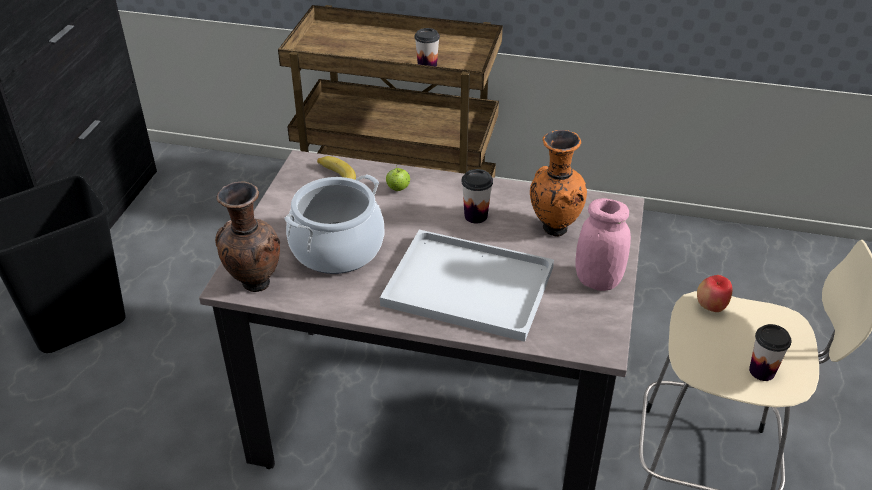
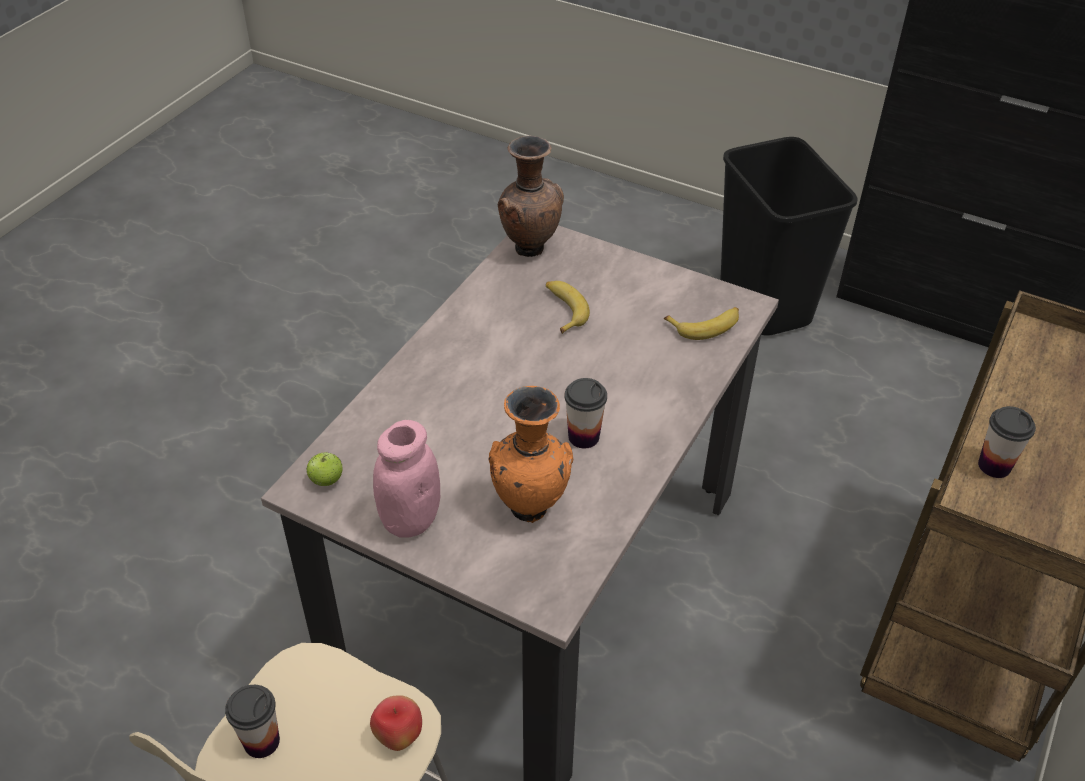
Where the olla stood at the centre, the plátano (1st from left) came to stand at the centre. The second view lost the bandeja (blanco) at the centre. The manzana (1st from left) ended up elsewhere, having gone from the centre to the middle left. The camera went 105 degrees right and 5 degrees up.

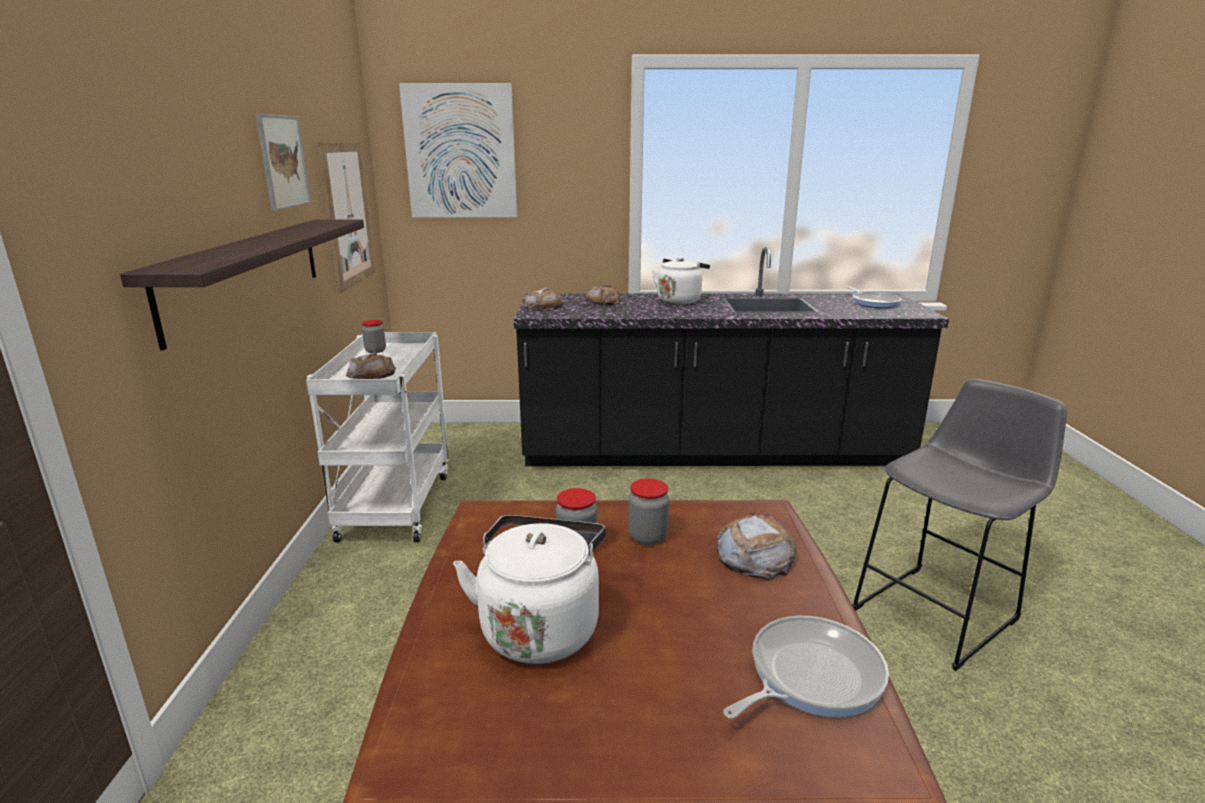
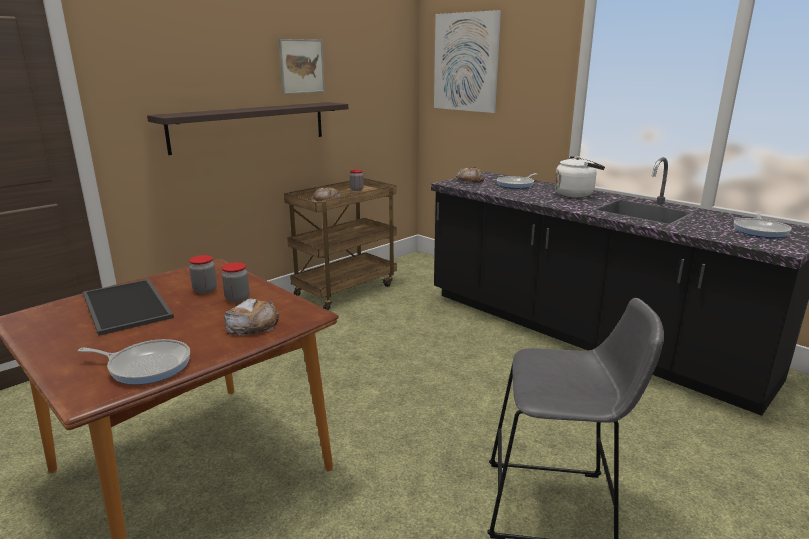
What was the carrito (blanco) at the middle left turned into the carrito (marrón) at the centre. The second view lost the cuadro (2nd from left) at the top left. Where the hervidor (blanco) (1st from left) stood at the bottom centre, the bandeja came to stand at the middle left. Where the pan (3rd from left) stood at the centre, the sartén (2nd from left) came to stand at the centre. The camera went 45 degrees right and 0 degrees up.

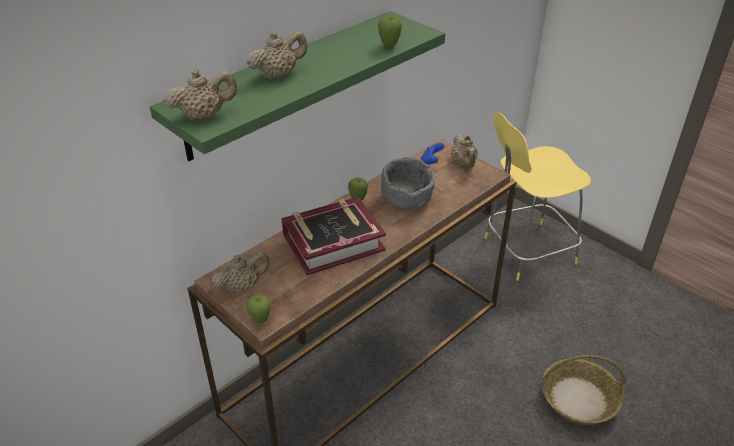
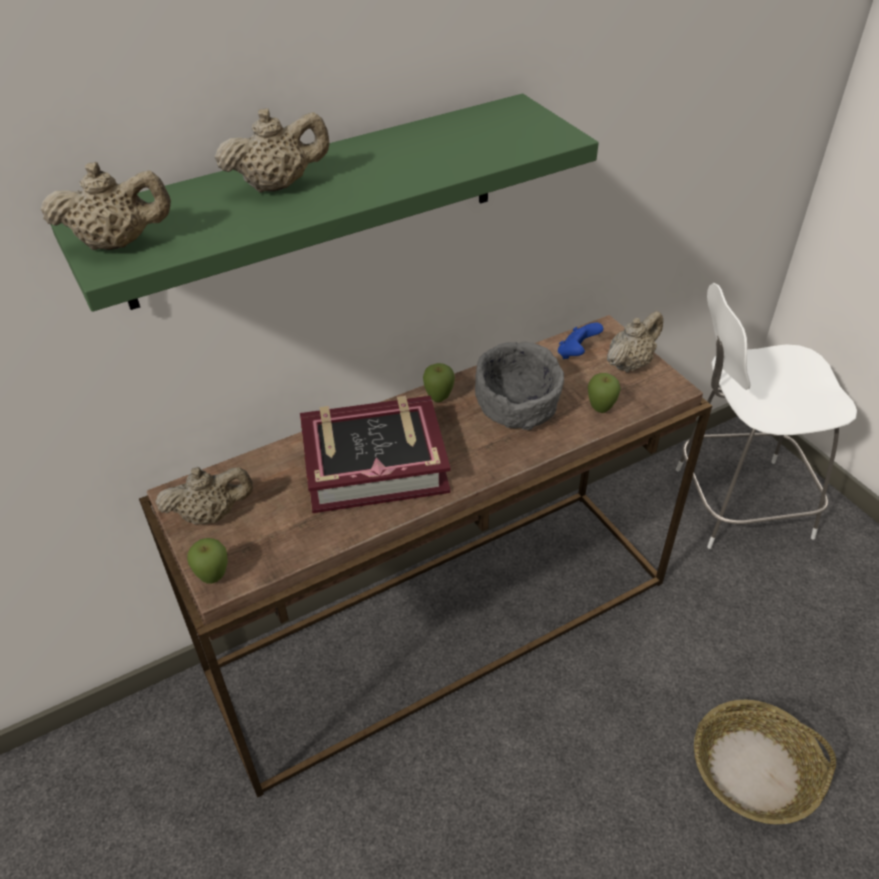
The manzana (3rd from left) ended up elsewhere, having gone from the top centre to the middle right. The tetera (beis) (4th from left) at the centre ended up facing another way, 135 degrees counterclockwise from before. What was the taburete (amarillo) at the middle right turned into the taburete (blanco) at the middle right. The camera went 15 degrees right and 5 degrees up.

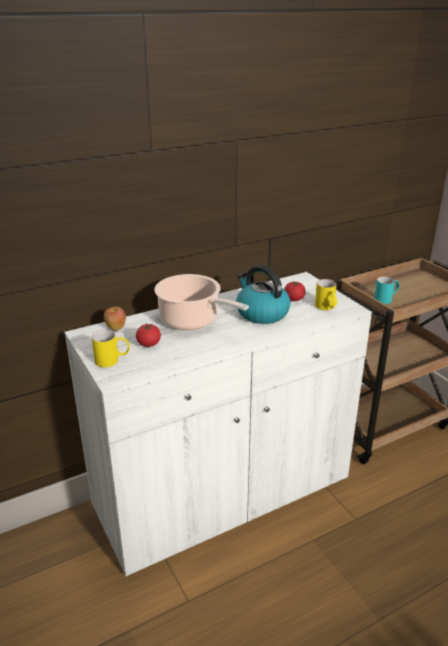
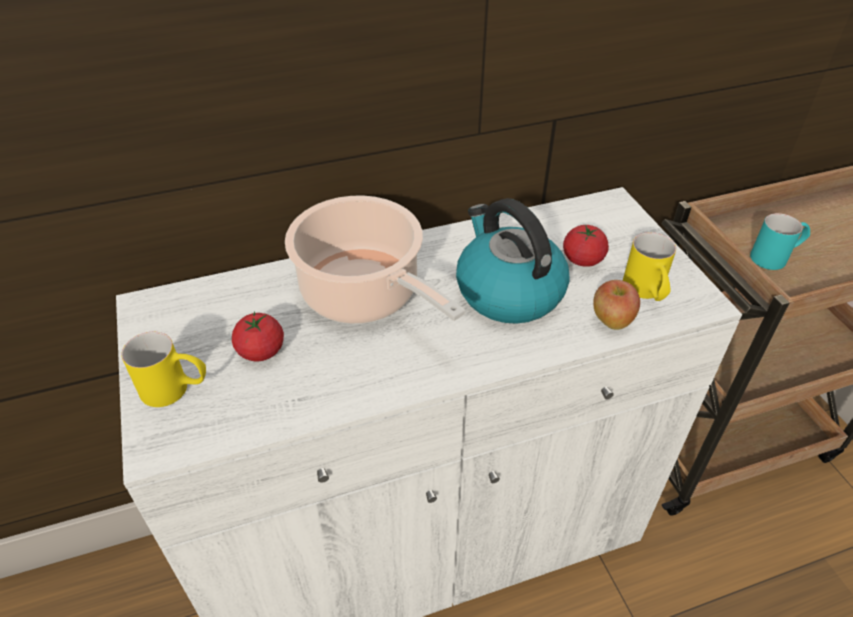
The manzana ended up elsewhere, having gone from the middle left to the middle right. The camera went 10 degrees right and 15 degrees up.

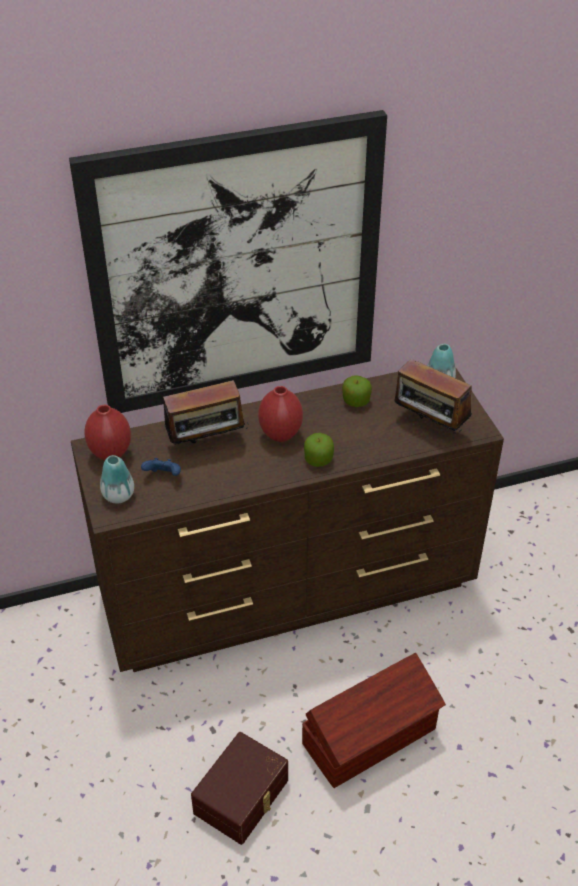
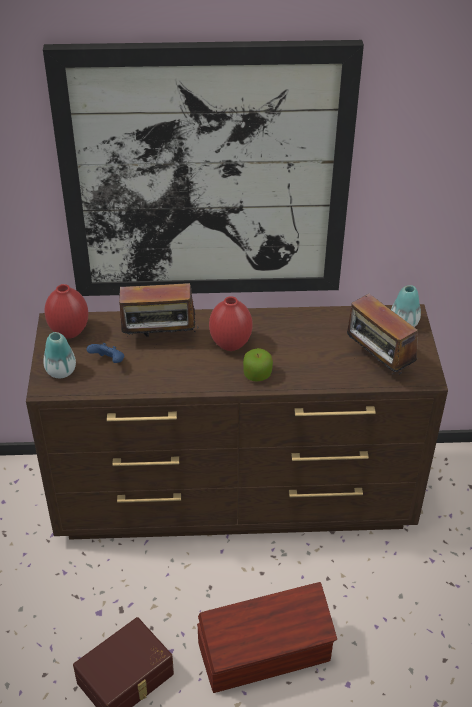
The second view lost the manzana (2nd from left) at the centre. The camera went 15 degrees right and 0 degrees up.

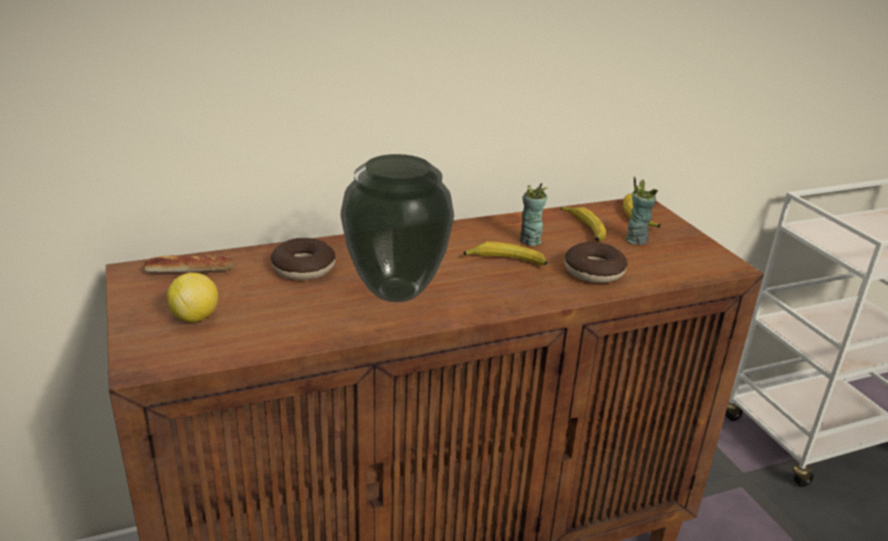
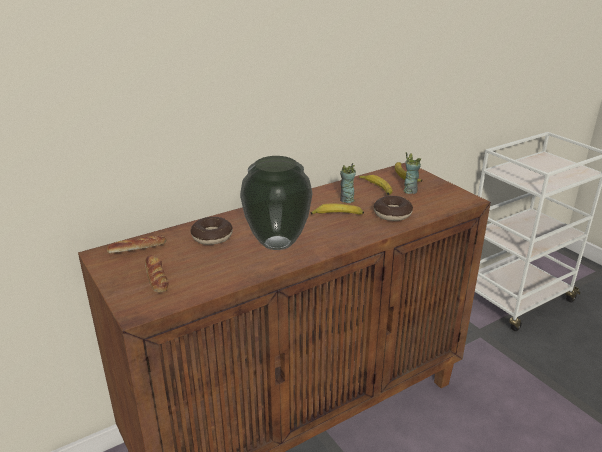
Where the limón stood at the middle left, the pan (2nd from left) came to stand at the middle left. The camera went 10 degrees left and 0 degrees up.

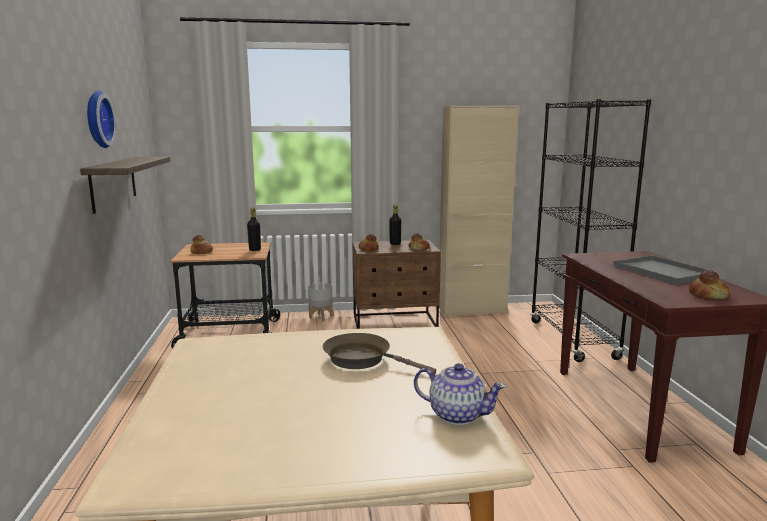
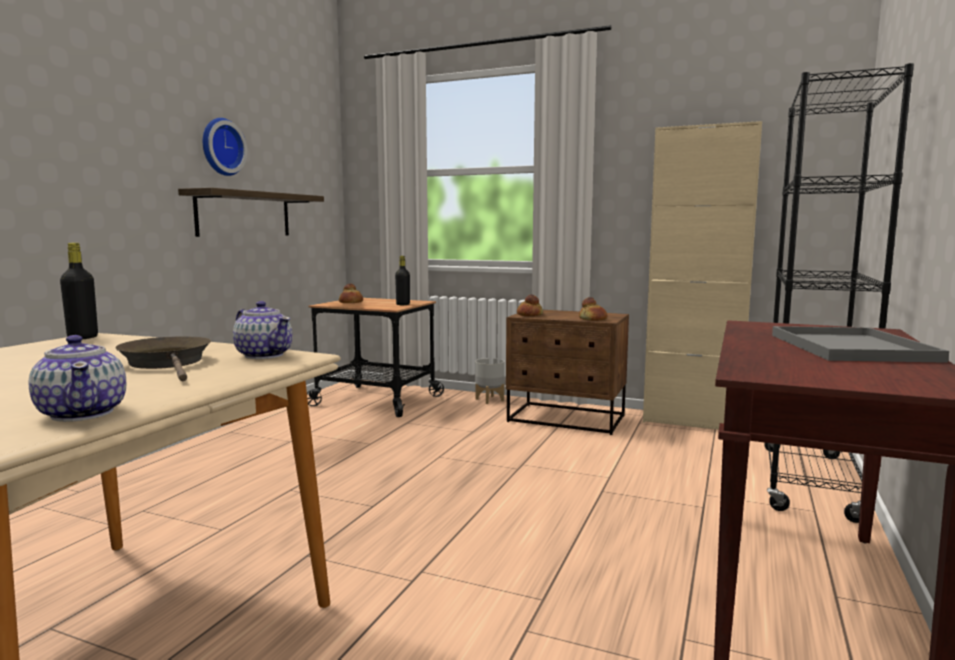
The botella (negro) (2nd from left in the first image) ended up elsewhere, having gone from the centre to the middle left. The second view lost the pan (4th from left) at the middle right. The second view gained the tetera (2nd from left) at the middle left. The camera went 30 degrees right and 5 degrees down.

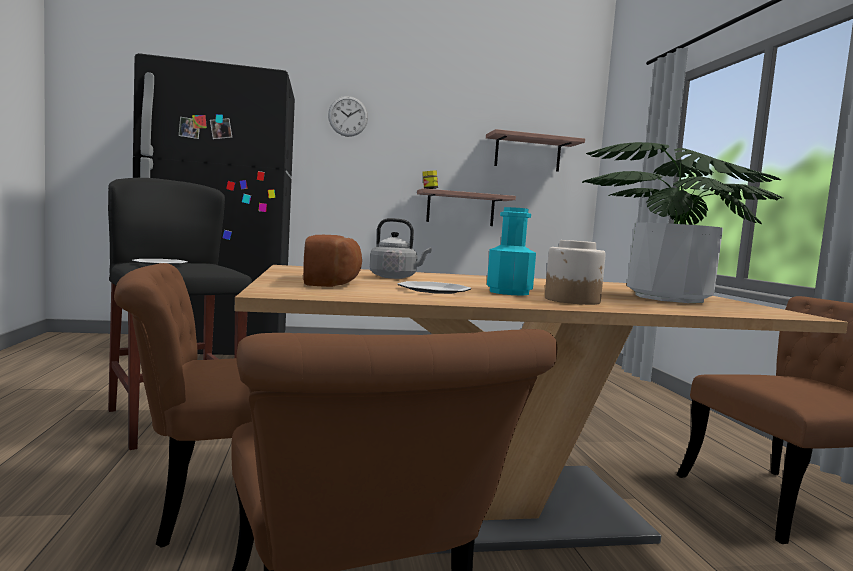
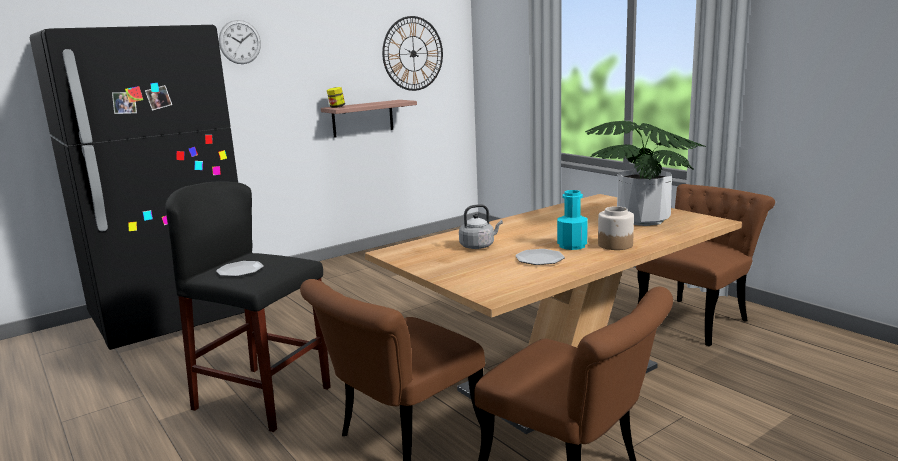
The second view lost the pan at the centre. Where the estante (2nd from left) hung at the top centre, the reloj de pared (2nd from left) came to hang at the top centre. The camera went 25 degrees left and 10 degrees up.

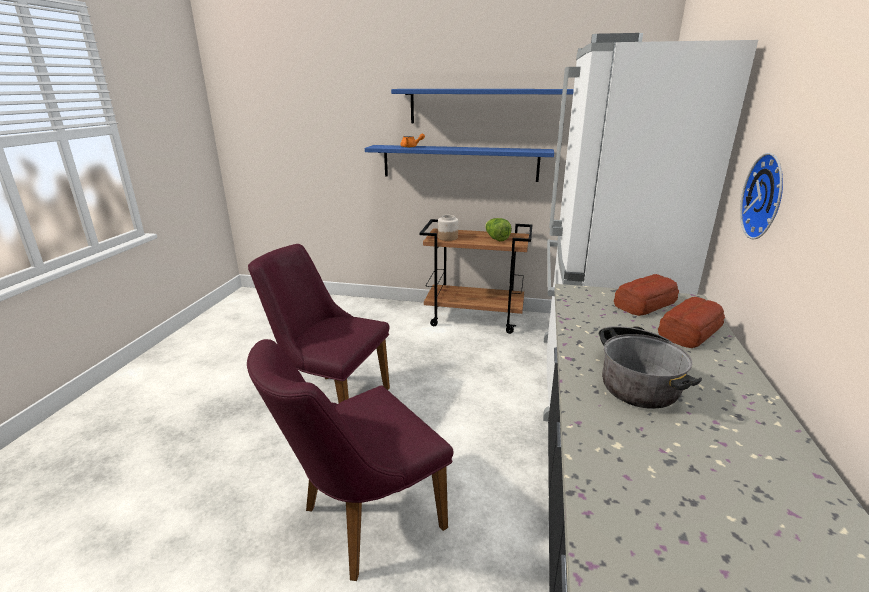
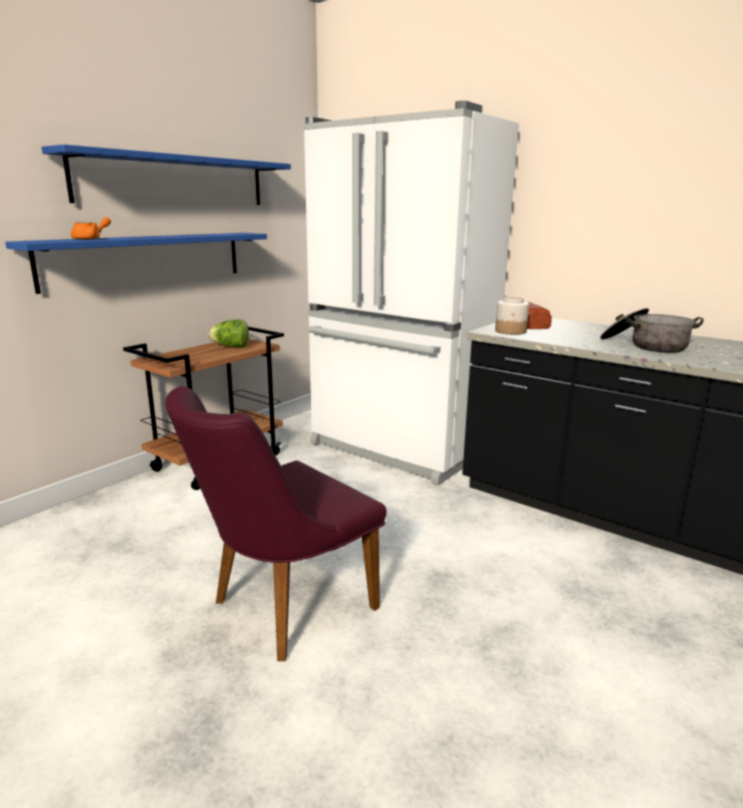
The second view lost the silla (morado) (2nd from left) at the bottom centre. The tarro ended up elsewhere, having gone from the centre to the middle right. The second view lost the pan (2nd from left) at the middle right. The second view lost the reloj de pared at the top right. The camera went 65 degrees left and 5 degrees down.

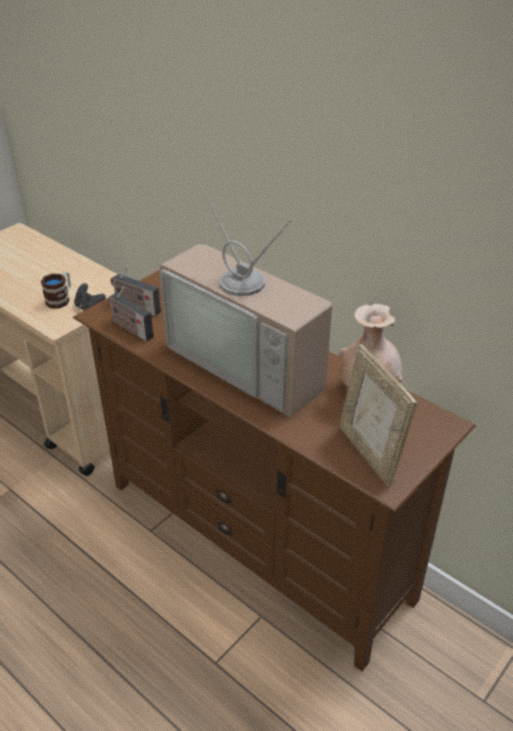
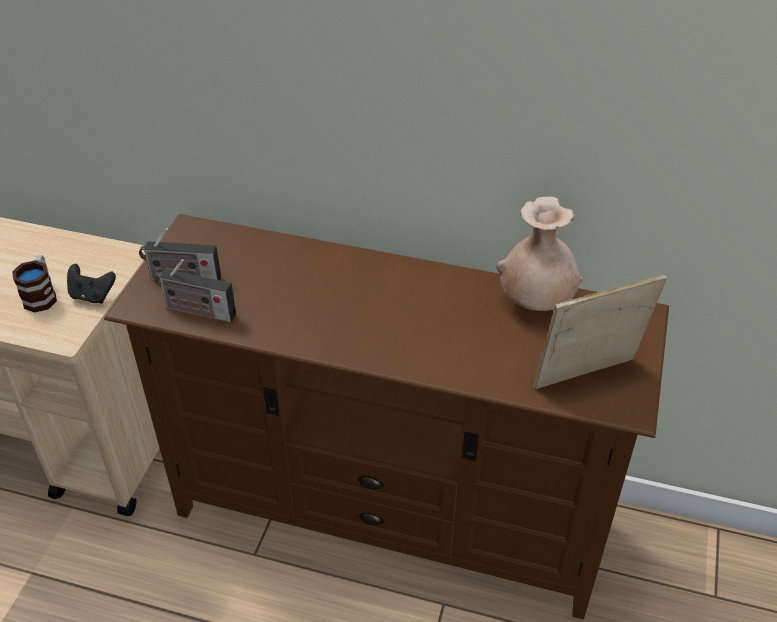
The second view lost the televisor at the centre. The portarretratos at the middle right ended up facing another way, 120 degrees clockwise from before. The camera went 25 degrees left and 5 degrees up.

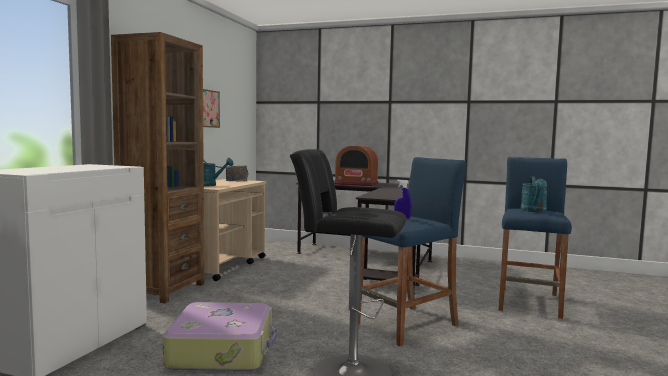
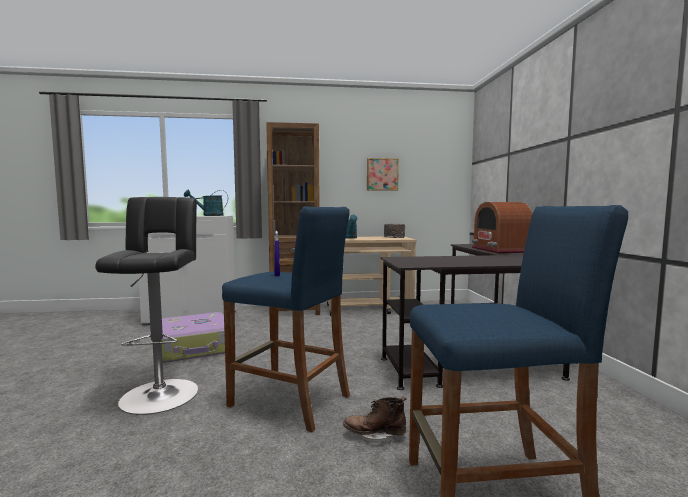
The regadera (turquesa) (2nd from left in the first image) ended up elsewhere, having gone from the middle right to the middle left. The second view gained the bota (marrón) at the bottom centre. The camera went 65 degrees right and 0 degrees up.

